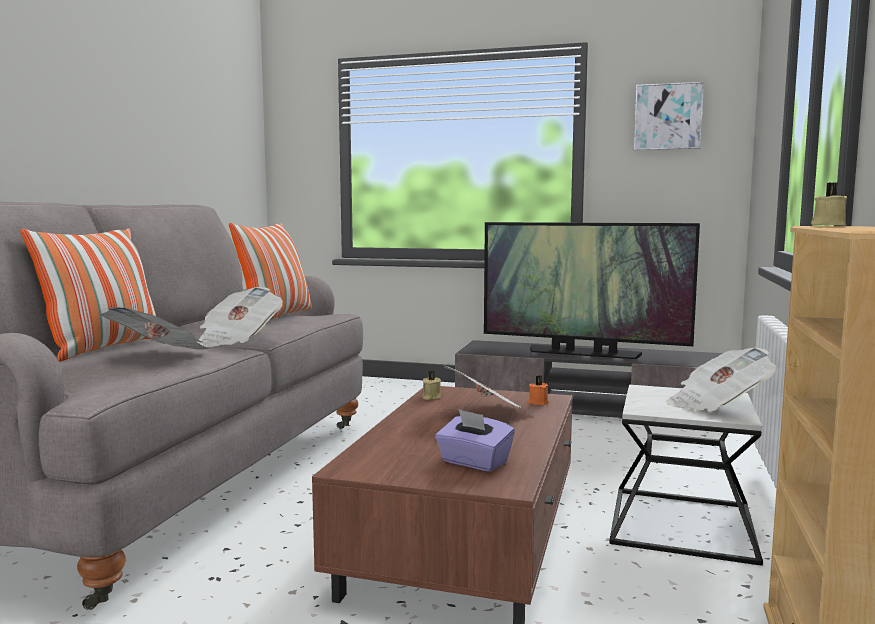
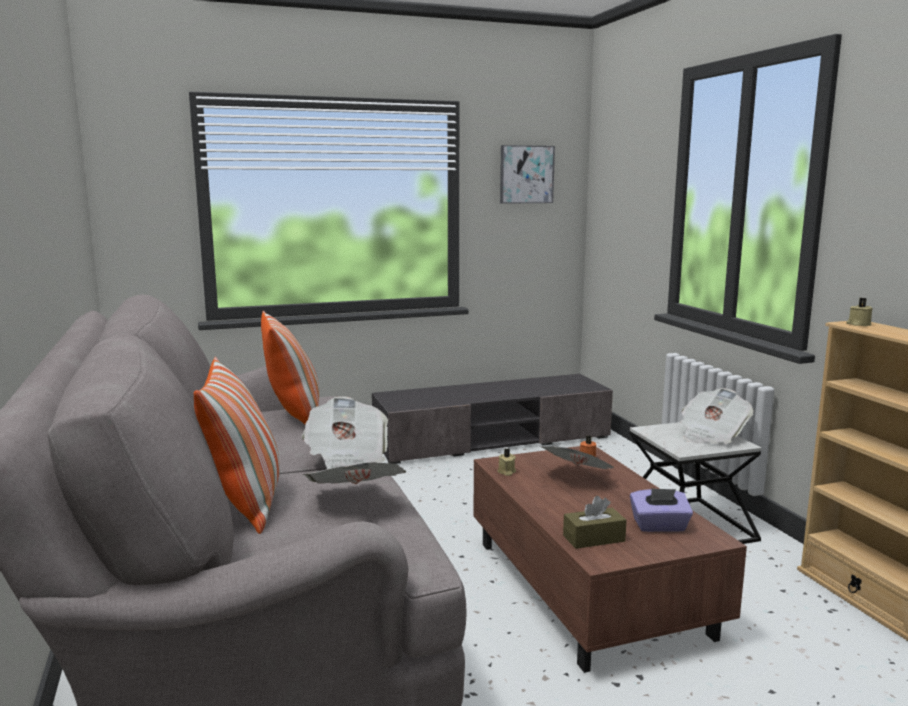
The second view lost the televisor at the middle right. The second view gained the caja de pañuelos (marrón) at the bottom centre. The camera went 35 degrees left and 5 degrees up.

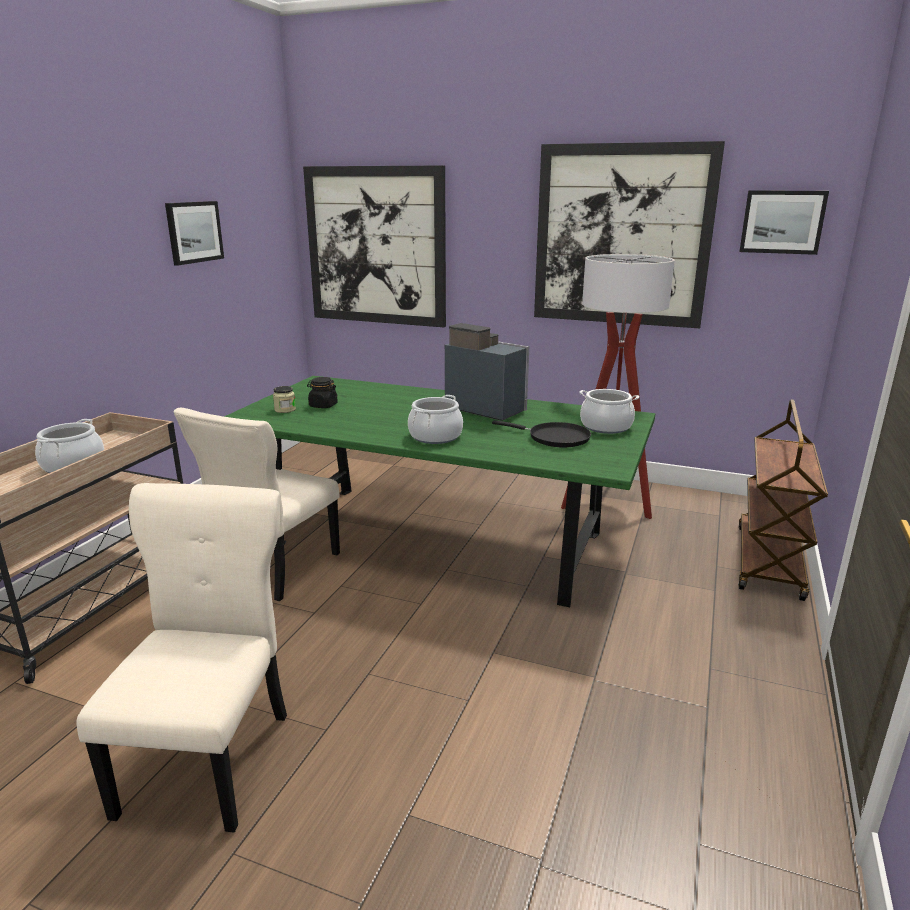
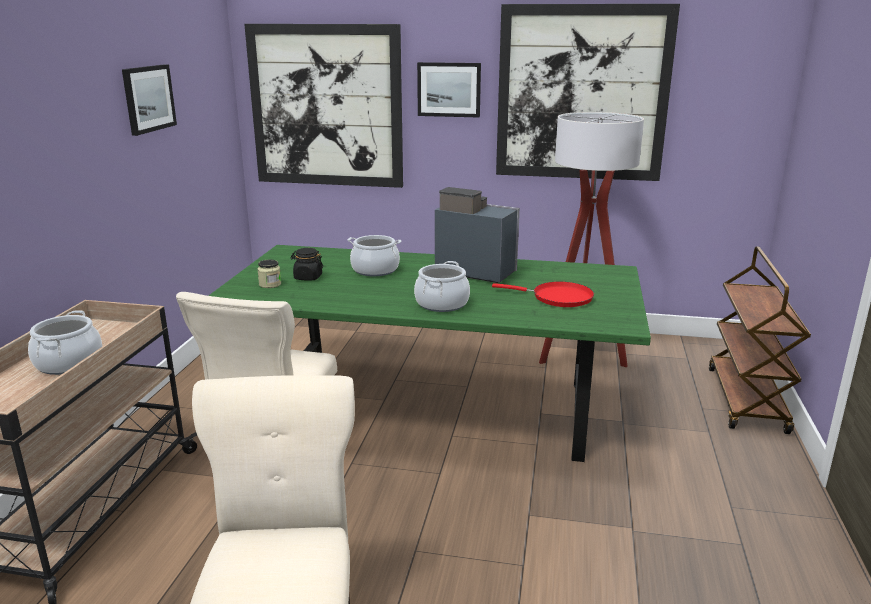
What was the sartén (negro) at the centre turned into the sartén (rojo) at the centre. The olla (3rd from left in the first image) ended up elsewhere, having gone from the middle right to the centre. The cuadro (4th from left in the first image) ended up elsewhere, having gone from the top right to the top centre. The camera went 10 degrees left and 0 degrees up.

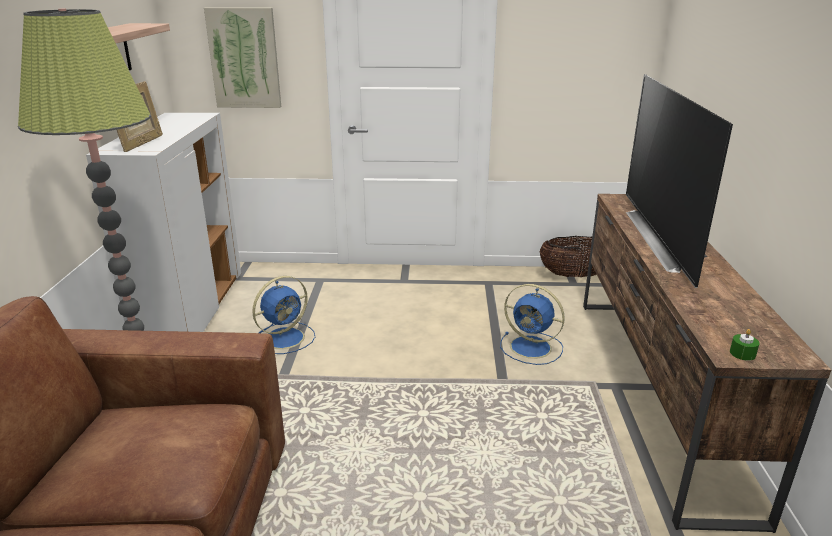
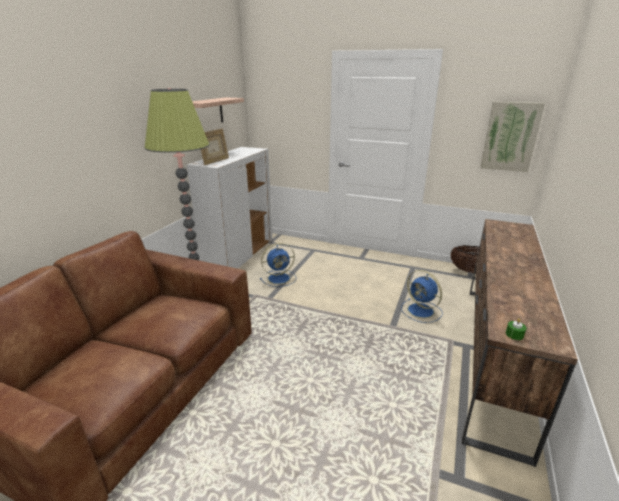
The cuadro ended up elsewhere, having gone from the top left to the top right. The second view lost the televisor at the middle right. The camera went 20 degrees right and 0 degrees up.

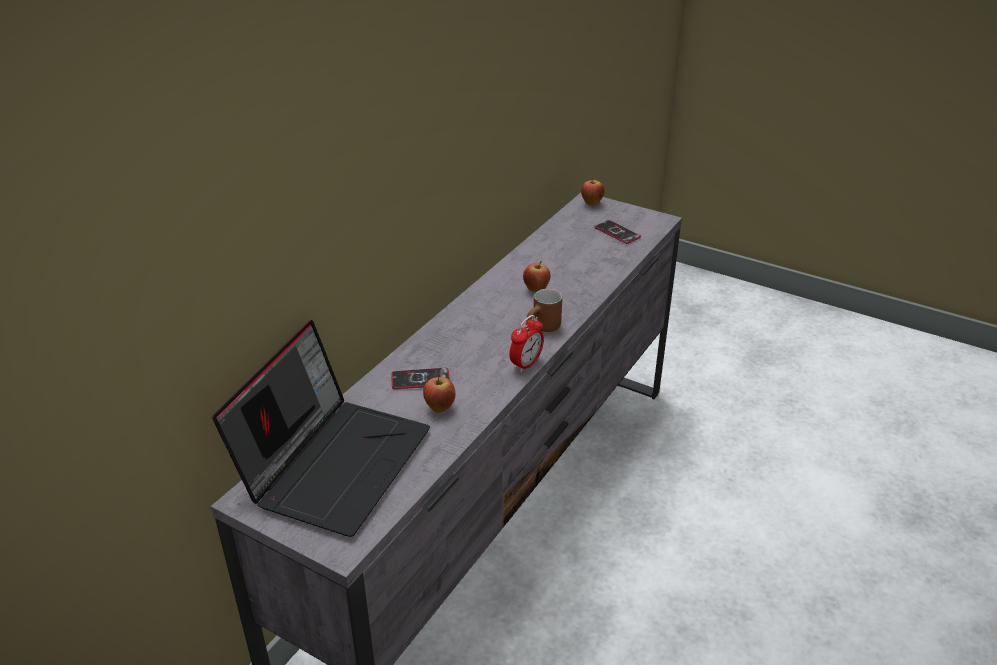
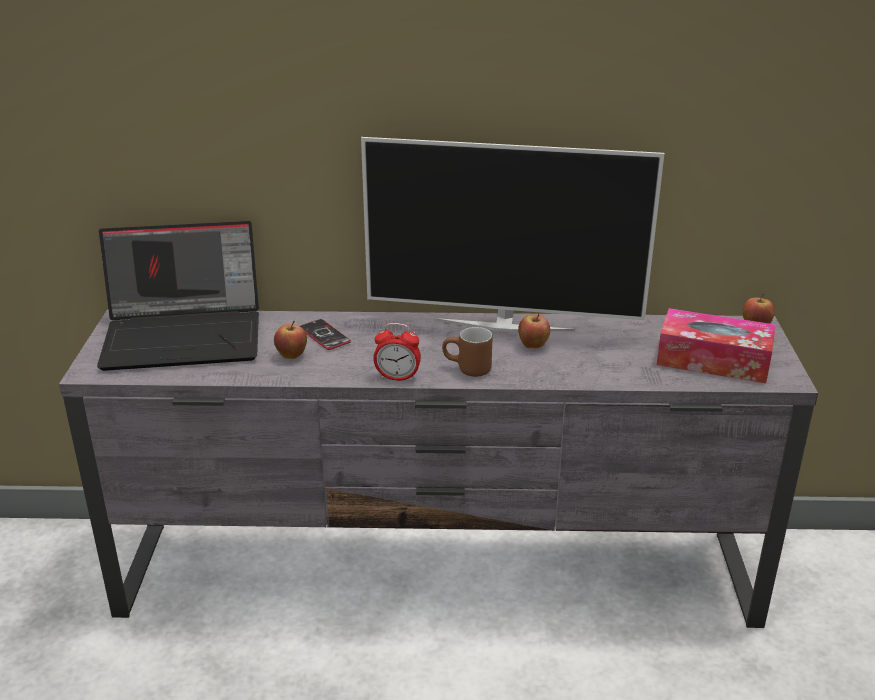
Where the móvil (2nd from left) stood at the centre, the caja de pañuelos came to stand at the middle right. The second view gained the televisor at the centre. The camera went 60 degrees right and 5 degrees down.

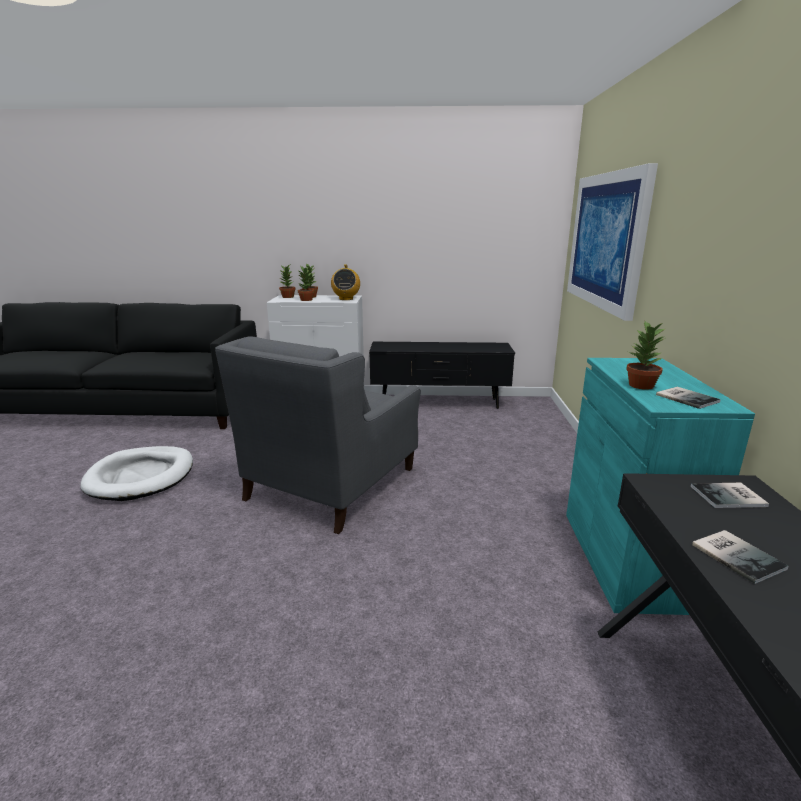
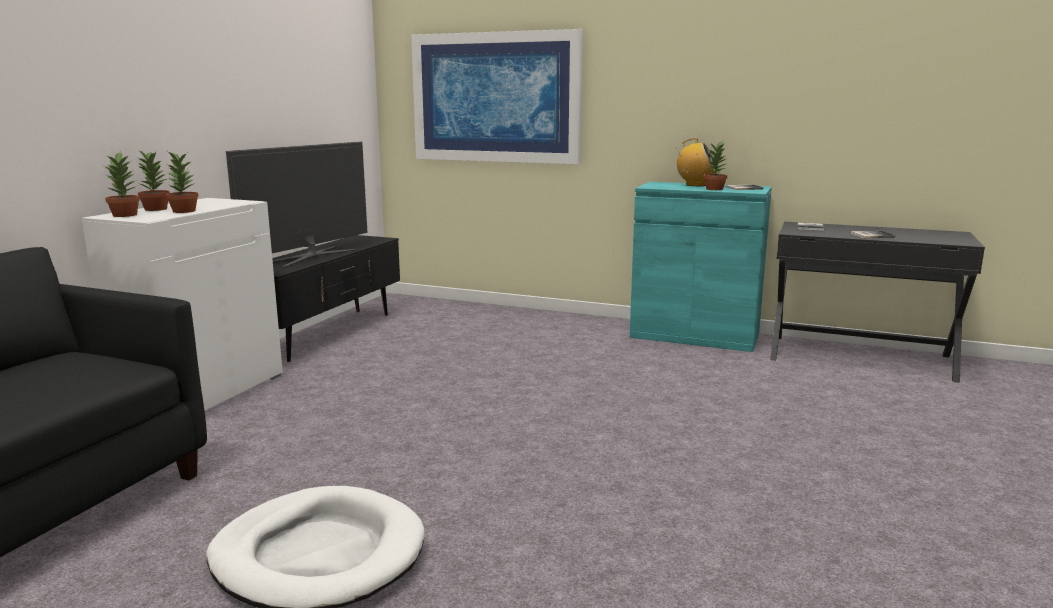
The second view lost the sillón (gris) at the centre. The radio ended up elsewhere, having gone from the centre to the top centre. The second view gained the televisor at the middle left. The camera went 70 degrees left and 5 degrees down.

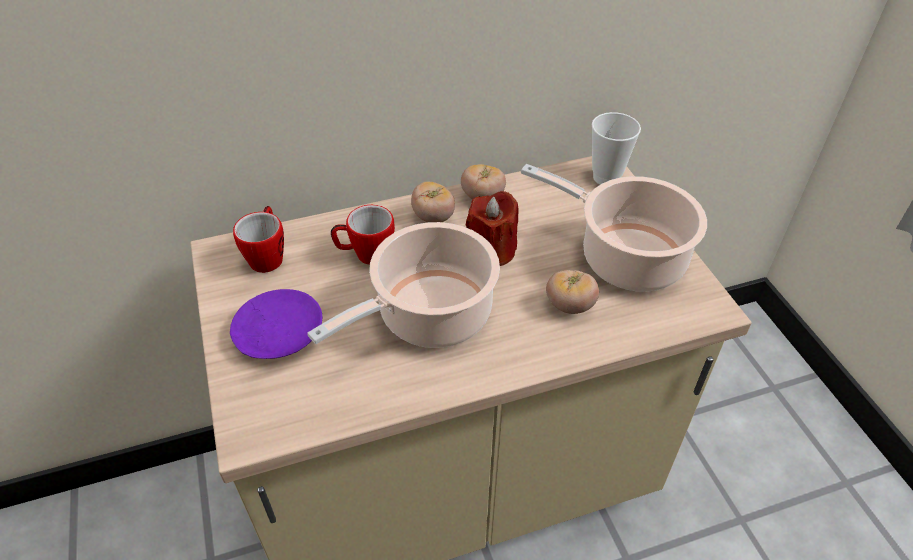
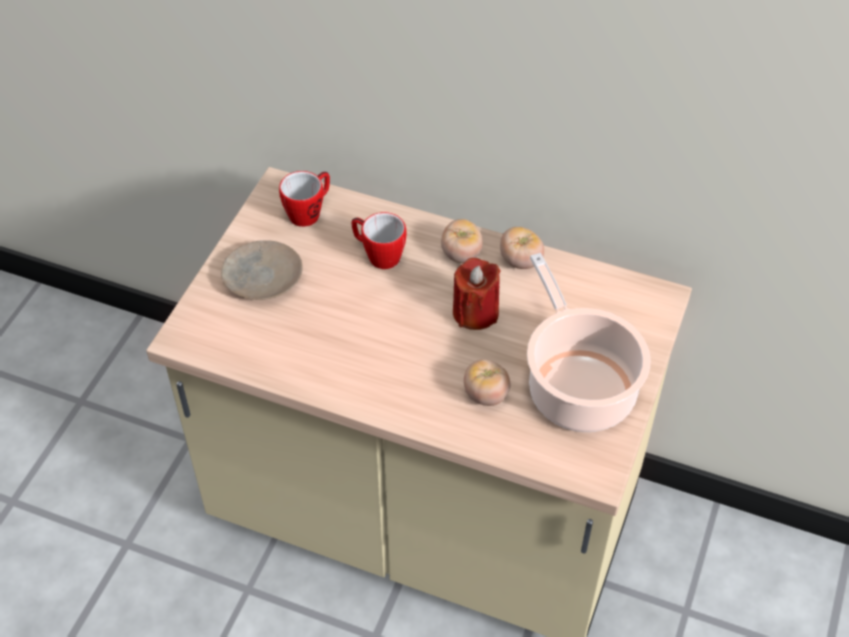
What was the plato (morado) at the middle left turned into the plato (beis) at the middle left. The second view lost the olla (1st from left) at the centre. The second view lost the taza at the top right. The camera went 40 degrees right and 5 degrees up.

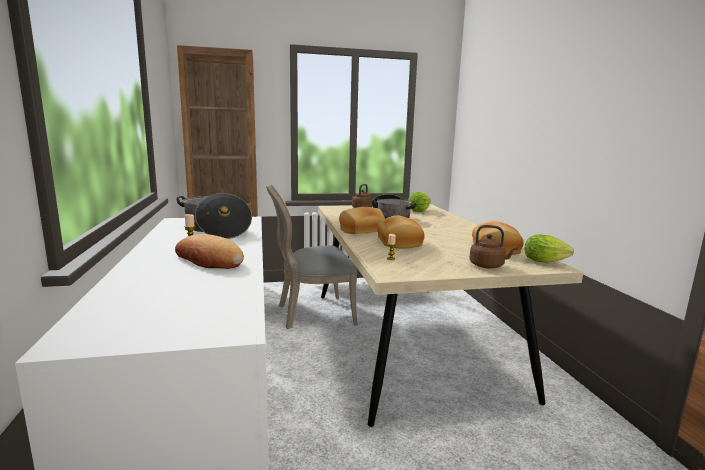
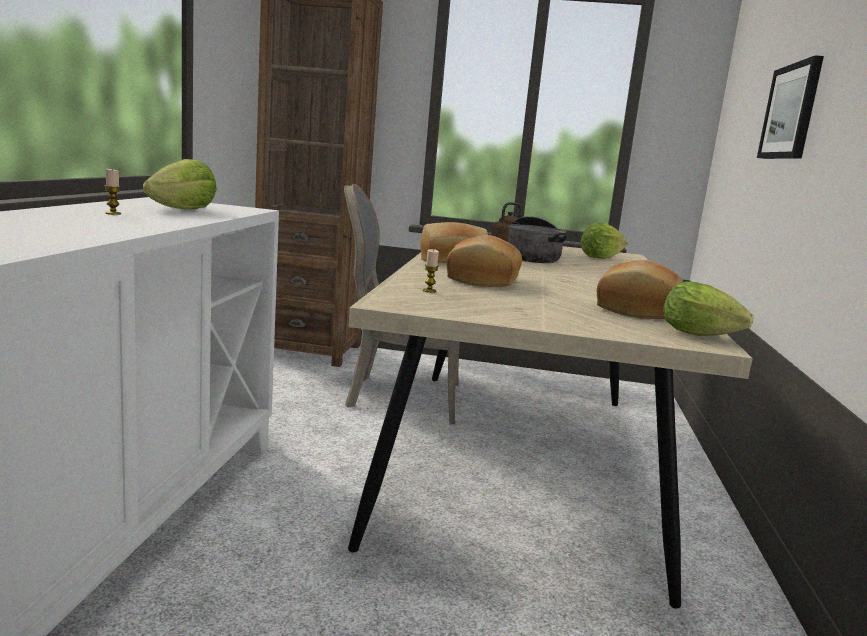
The second view lost the pan (1st from left) at the middle left. Where the olla (1st from left) stood at the middle left, the lechuga (1st from left) came to stand at the top left. The second view lost the hervidor (marrón) (2nd from left) at the middle right. The second view gained the cuadro at the top right. The camera went 20 degrees right and 0 degrees up.

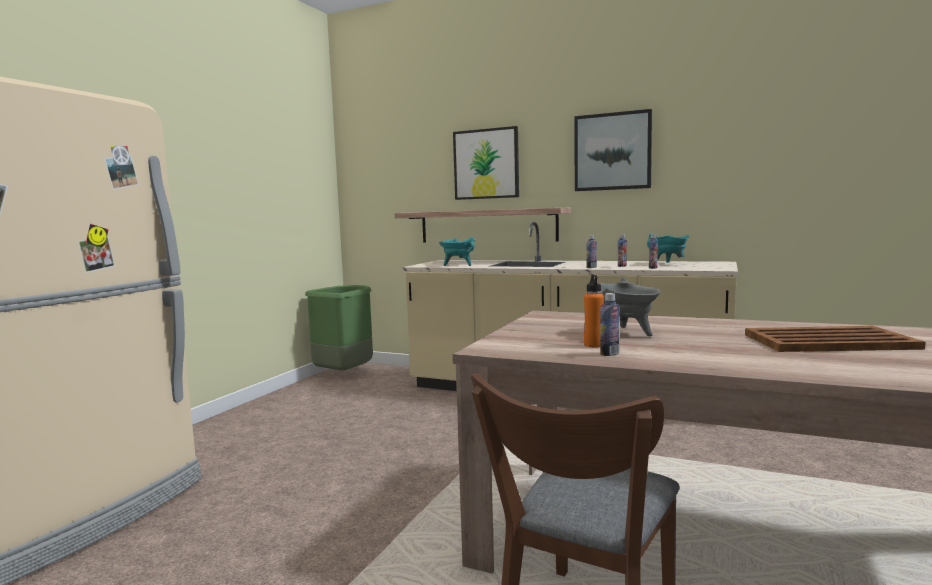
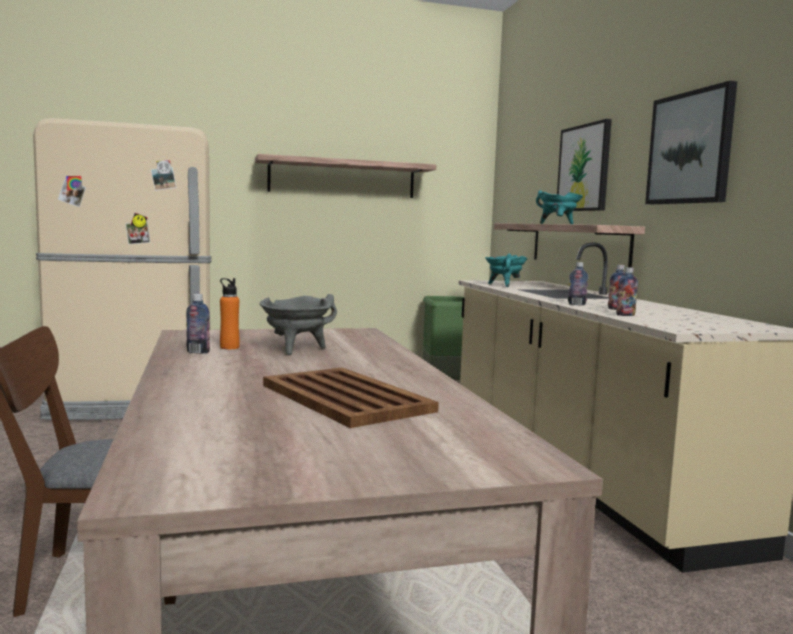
The olla (turquesa) (2nd from left) ended up elsewhere, having gone from the middle right to the top right. The second view gained the estante (1st from left) at the top centre. The camera went 50 degrees right and 0 degrees up.

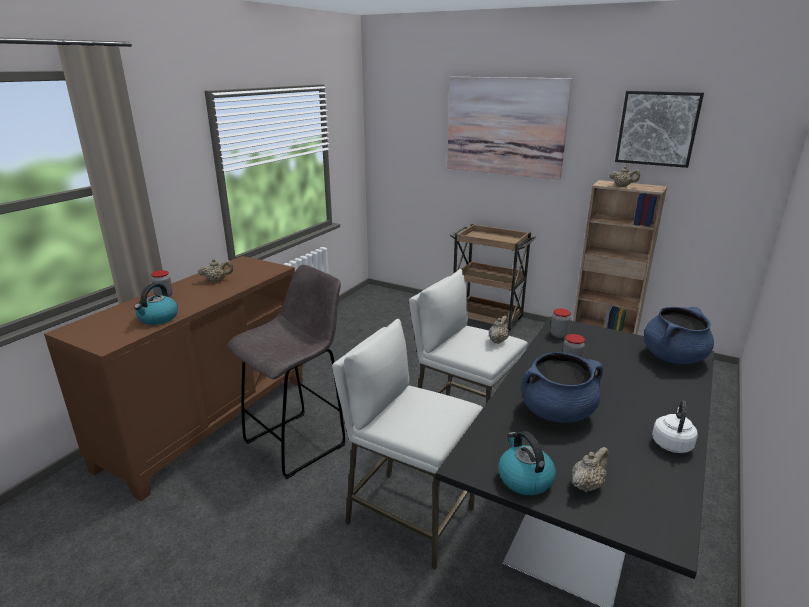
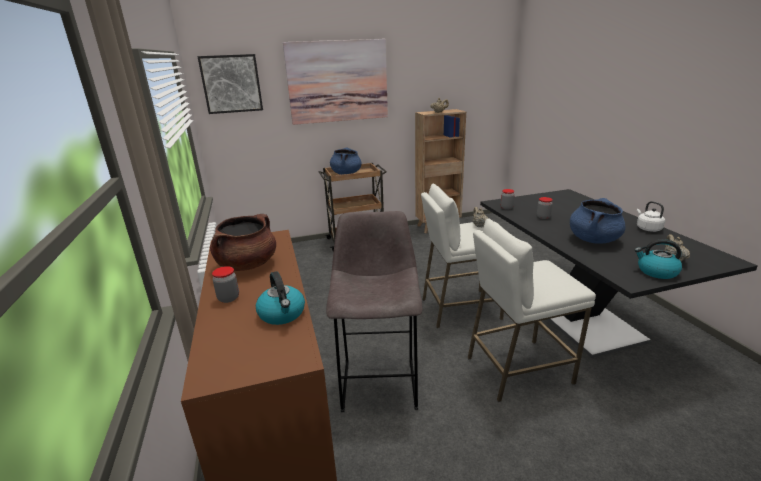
Where the tetera (beis) (1st from left) stood at the middle left, the olla (marrón) came to stand at the middle left. The cuadro (2nd from left in the first image) ended up elsewhere, having gone from the top right to the top left. The olla (azul) (2nd from left in the first image) ended up elsewhere, having gone from the middle right to the centre. The camera went 45 degrees left and 0 degrees up.

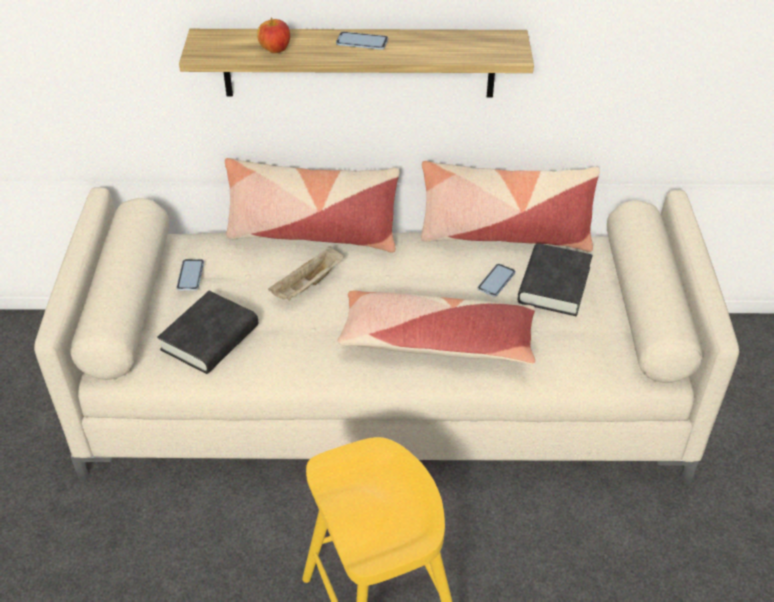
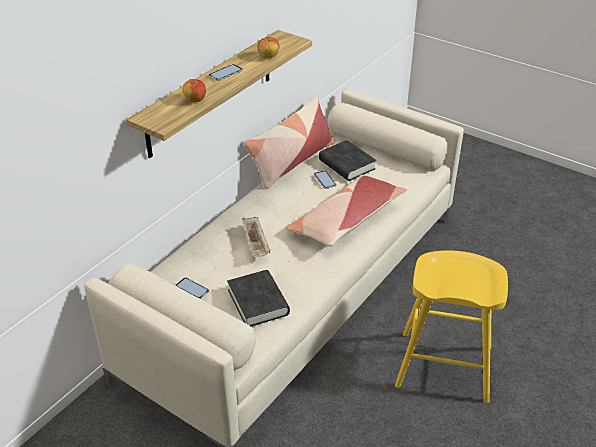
The second view lost the cojín (1st from left) at the centre. The second view gained the manzana (2nd from left) at the top centre. The camera went 55 degrees left and 5 degrees down.

